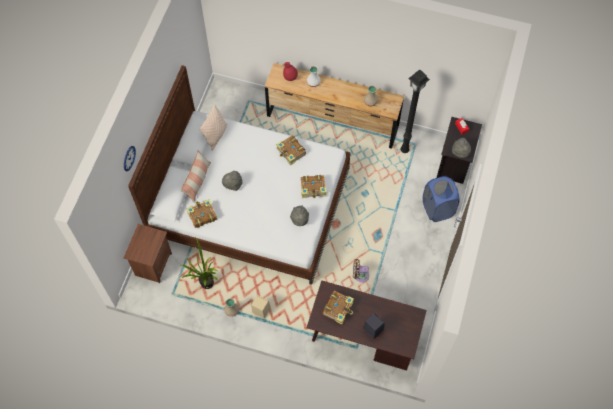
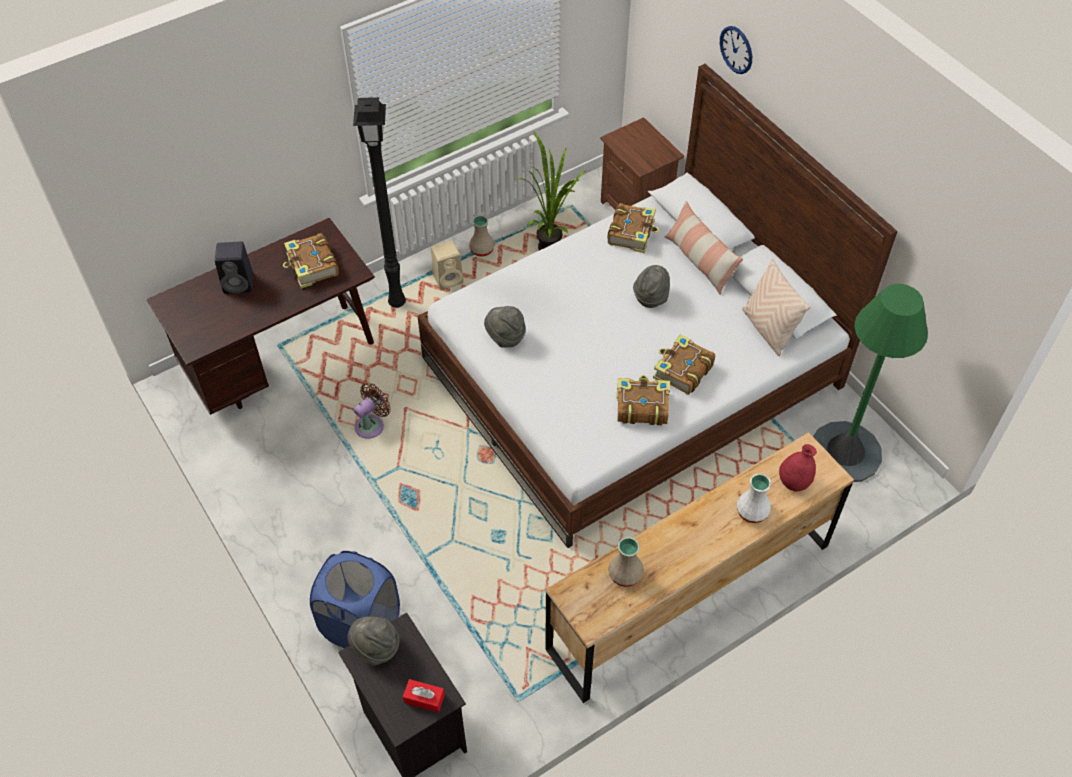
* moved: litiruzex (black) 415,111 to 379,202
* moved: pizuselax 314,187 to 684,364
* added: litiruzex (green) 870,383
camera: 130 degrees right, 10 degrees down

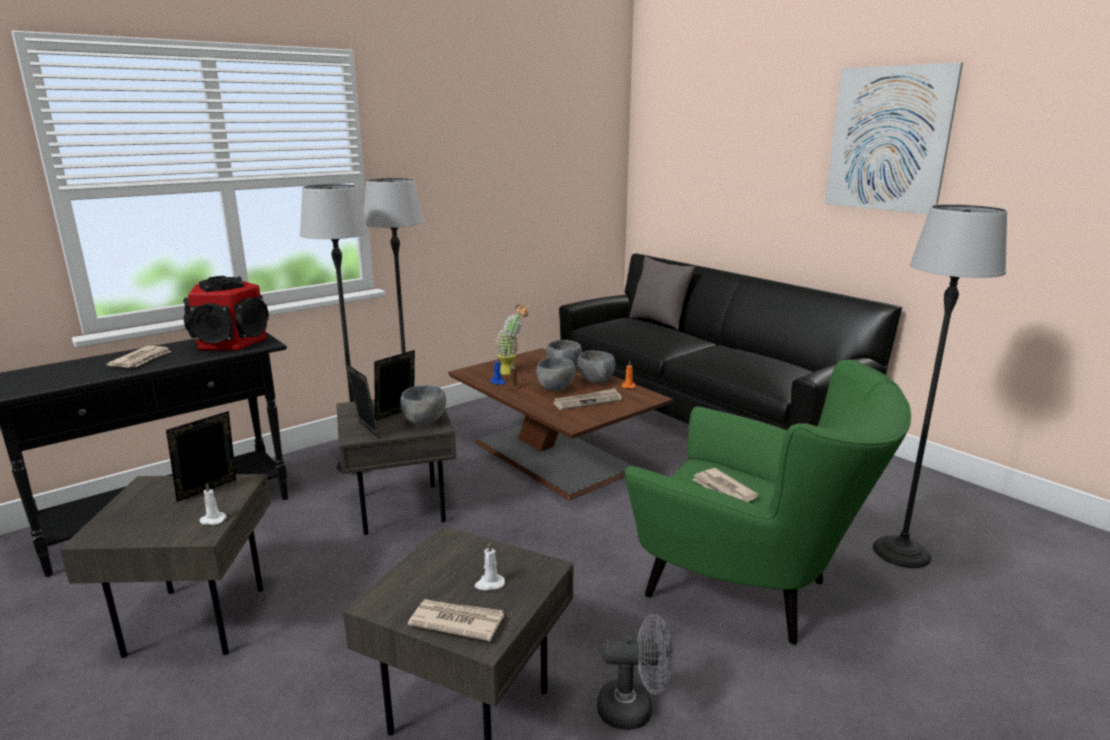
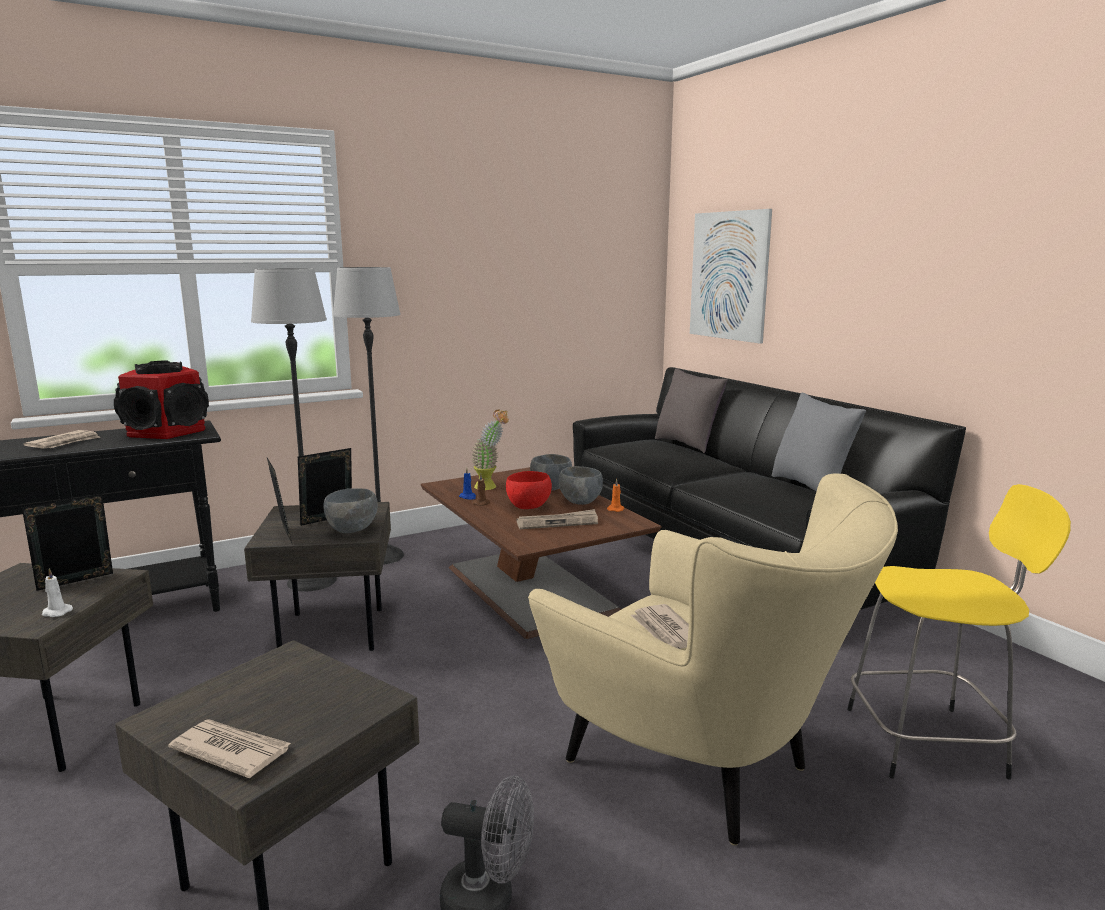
* recoloured: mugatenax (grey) 555,374 to mugatenax (red) 529,490
* recoloured: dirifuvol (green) 767,502 to dirifuvol (beige) 713,659
* moved: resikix 894,138 to 731,276
* added: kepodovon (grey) 819,441
* replaced: litiruzex 940,386 to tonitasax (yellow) 959,632
* removed: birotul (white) 490,566
camera: 10 degrees right, 5 degrees down

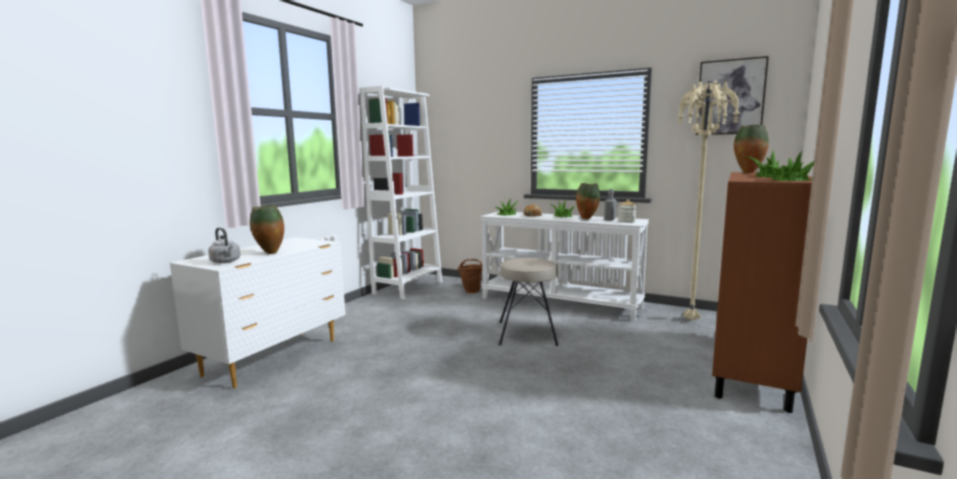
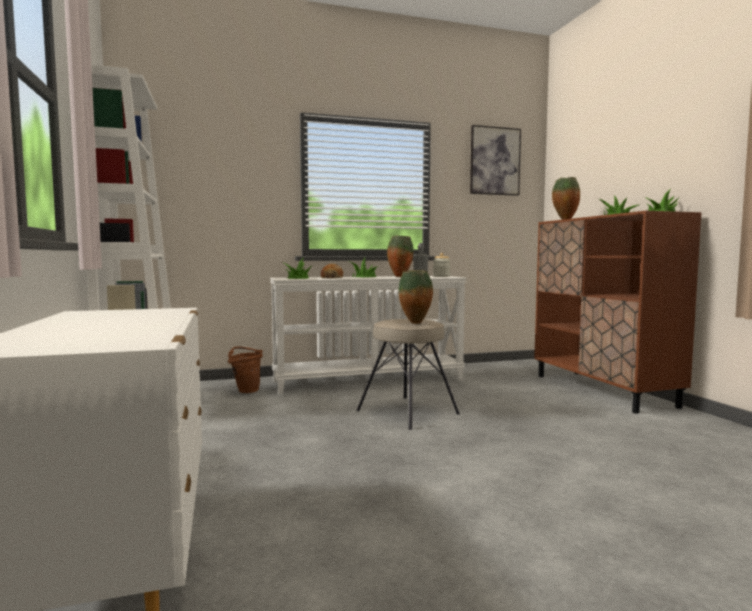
* moved: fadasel 267,229 to 416,297
* removed: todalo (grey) 224,245
* removed: litiruzex (beige) 708,200
camera: 45 degrees left, 5 degrees down

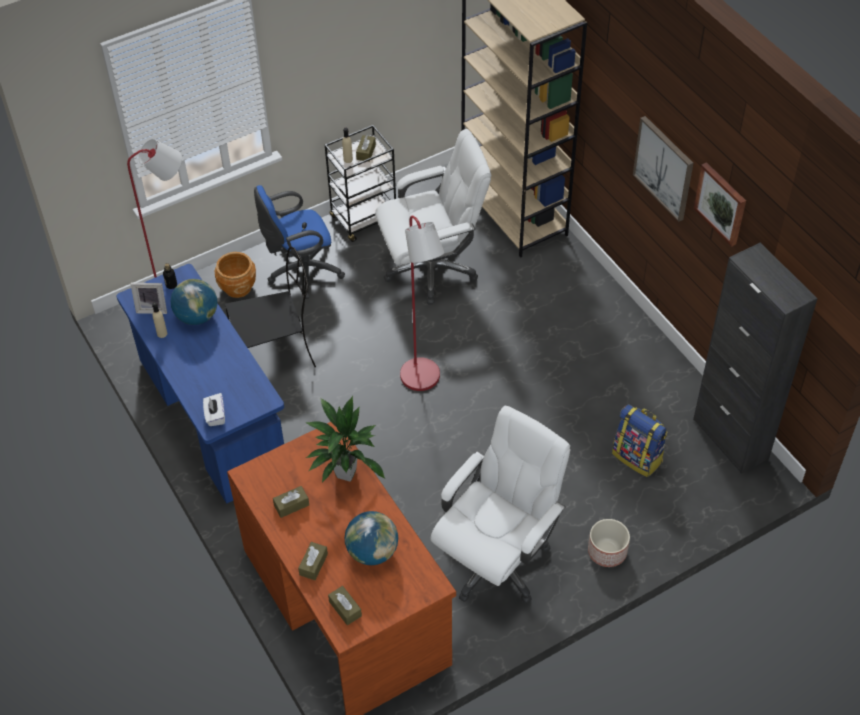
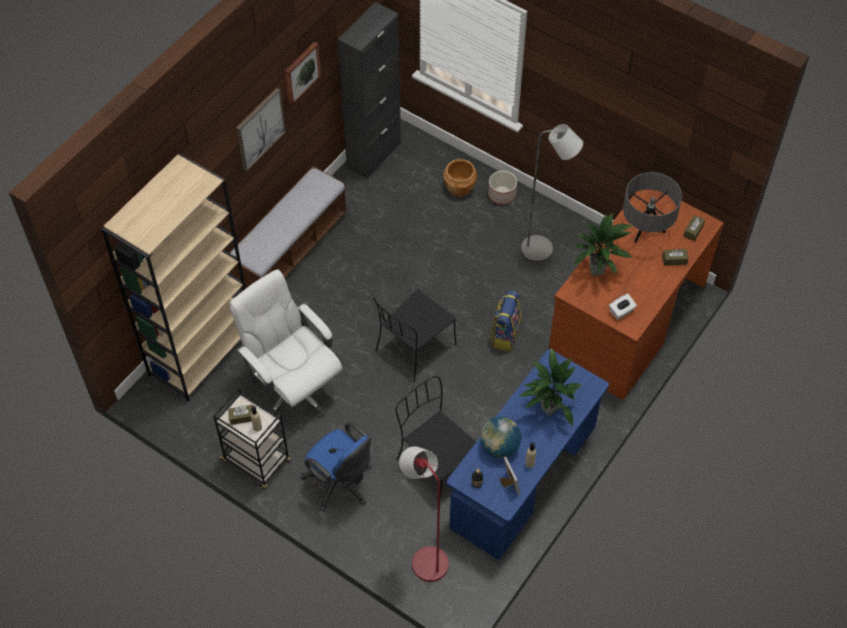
* added: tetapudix 288,228
* replaced: litiruzex (red) 422,303 to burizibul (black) 414,335
* moved: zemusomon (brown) 235,275 to 460,178
* moved: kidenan 639,440 to 505,321
* added: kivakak 550,386
* replaced: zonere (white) 500,504 to litiruzex (grey) 552,193
* moved: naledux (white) 214,409 to 623,306
* replaced: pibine 371,538 to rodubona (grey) 652,207
* removed: naledux (brown) 291,502
camera: 115 degrees left, 5 degrees up

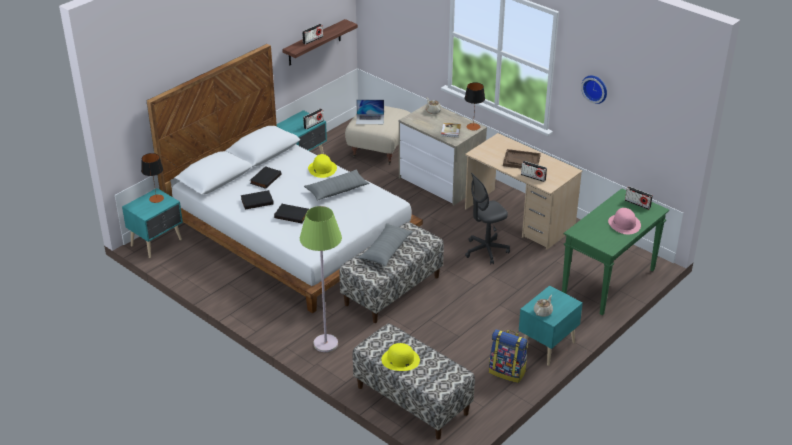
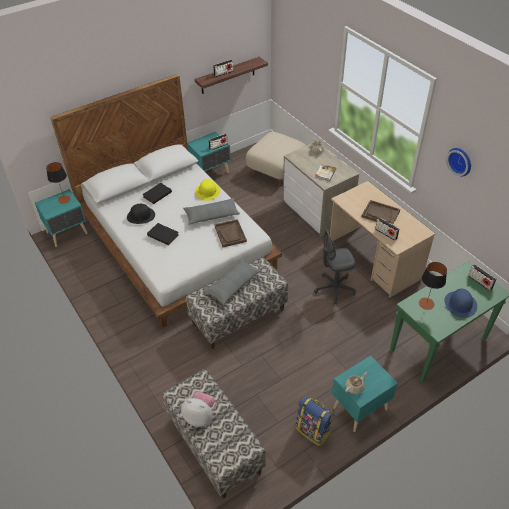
* replaced: pizuselax (black) 257,199 to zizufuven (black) 141,214
* replaced: zizufuven (yellow) 400,357 to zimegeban 198,409
* added: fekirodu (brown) 230,233
* moved: rodubona 475,106 to 433,286
* recoloured: zizufuven (pink) 624,221 to zizufuven (blue) 460,303
* removed: litiruzex (green) 321,279
* removed: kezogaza 370,112
camera: 15 degrees right, 10 degrees up

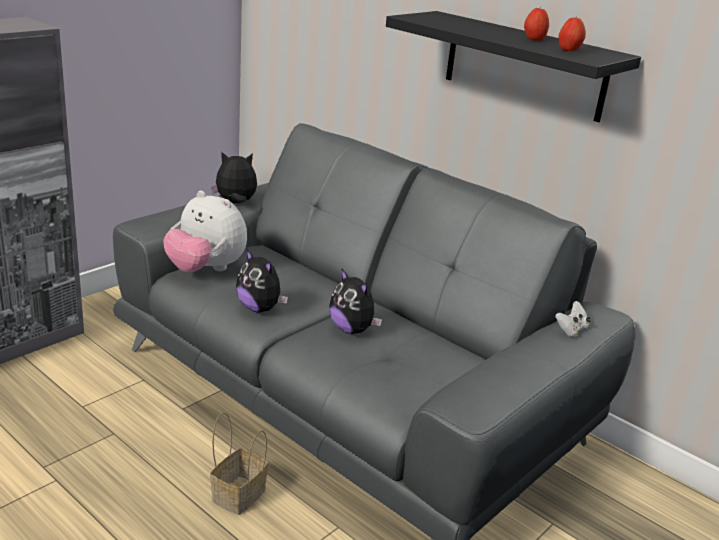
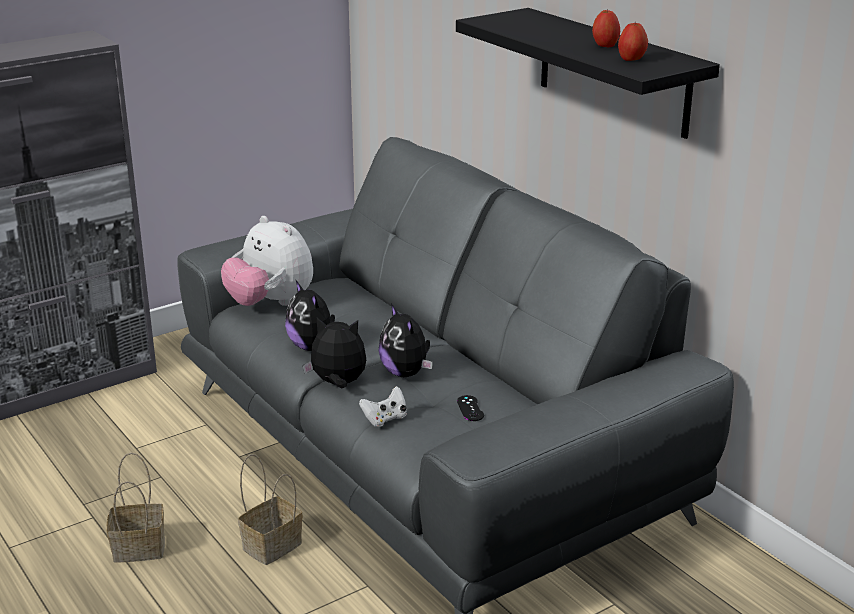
* added: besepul 136,507
* moved: zimegeban 234,177 to 334,352
* moved: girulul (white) 573,319 to 383,406
* added: girulul (black) 470,408
camera: 15 degrees right, 0 degrees up

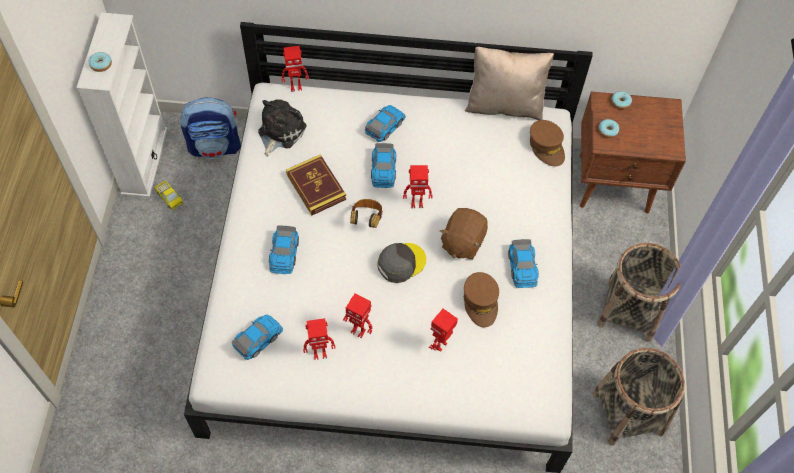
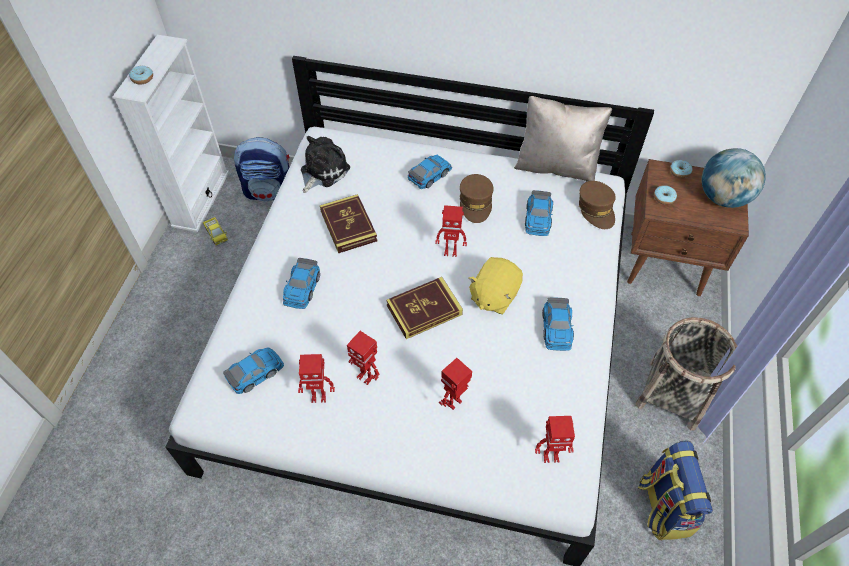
* replaced: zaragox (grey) 401,263 to pizuselax 424,308
* moved: zaragox (brown) 481,299 to 477,198
* recoloured: zimegeban (brown) 464,233 to zimegeban (yellow) 495,285
* moved: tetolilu 383,165 to 539,213
* moved: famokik 295,69 to 555,439
* replaced: besepul 638,397 to kidenan 675,490
* added: pibine 733,178
* removed: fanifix 366,213
camera: 10 degrees right, 5 degrees down

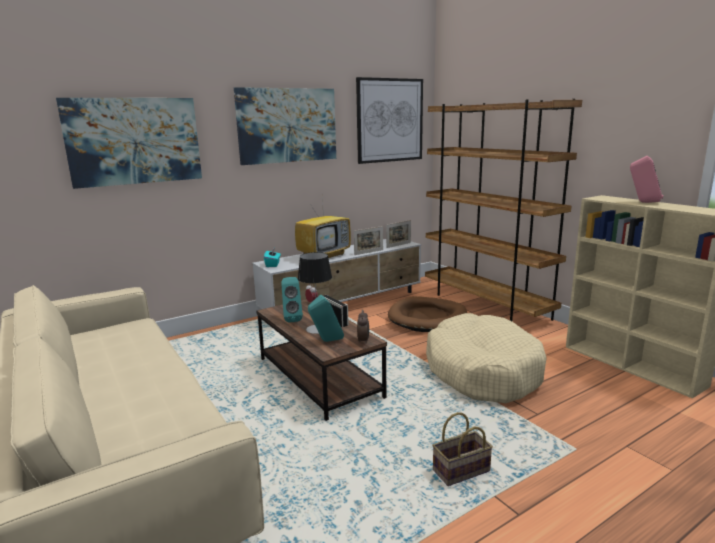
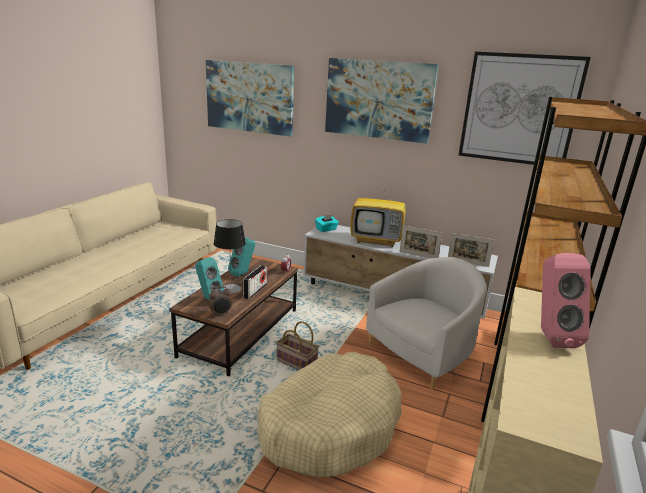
* moved: besepul 462,449 to 297,345
* replaced: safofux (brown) 427,314 to dirifuvol (white) 426,323
camera: 55 degrees right, 5 degrees up

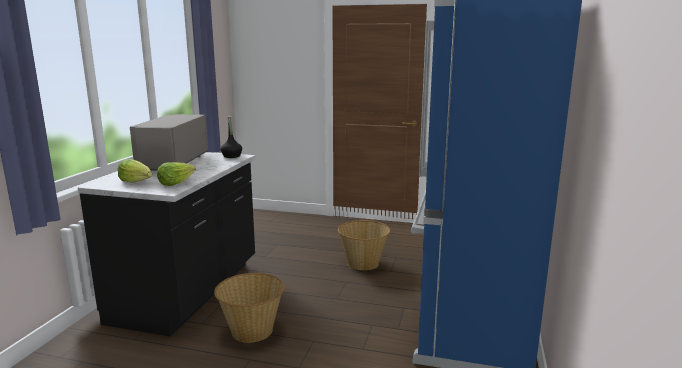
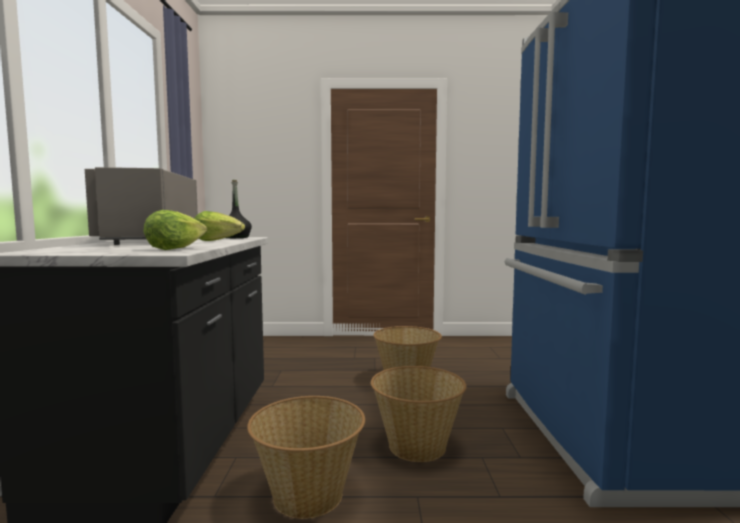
* moved: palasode 135,171 to 219,226
* added: besepul 418,414
camera: 15 degrees left, 10 degrees down

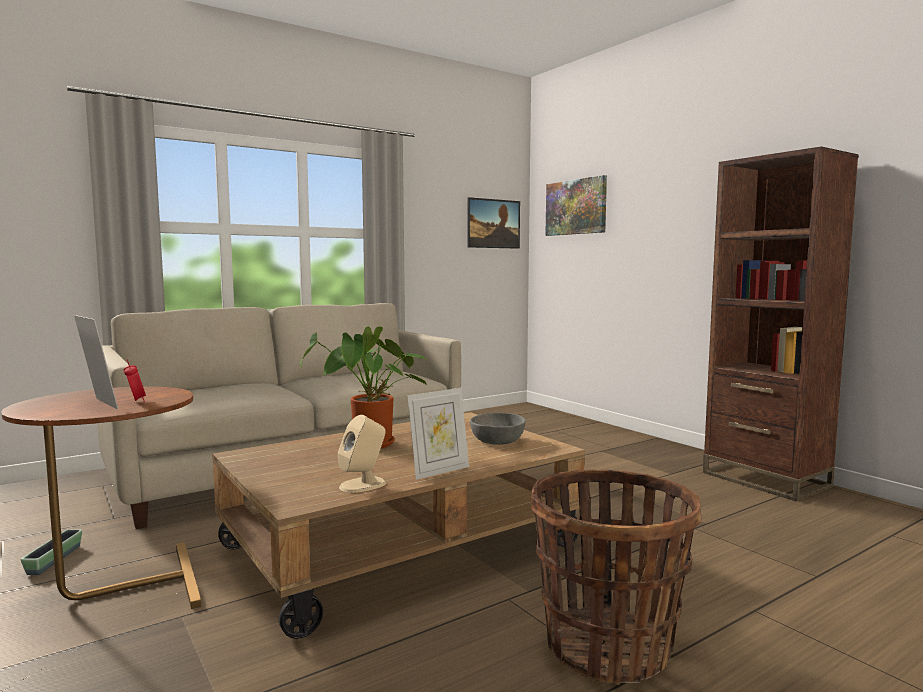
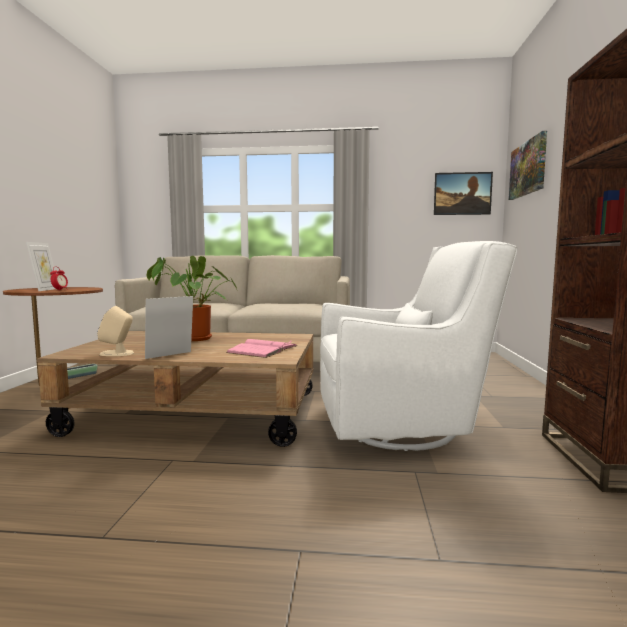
* turned: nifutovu 438,434 = 169,327 135 degrees clockwise
* replaced: mugatenax (grey) 498,429 to pizuselax (pink) 262,348
* added: dirifuvol (white) 418,346
* removed: besepul 616,577
camera: 40 degrees right, 0 degrees up

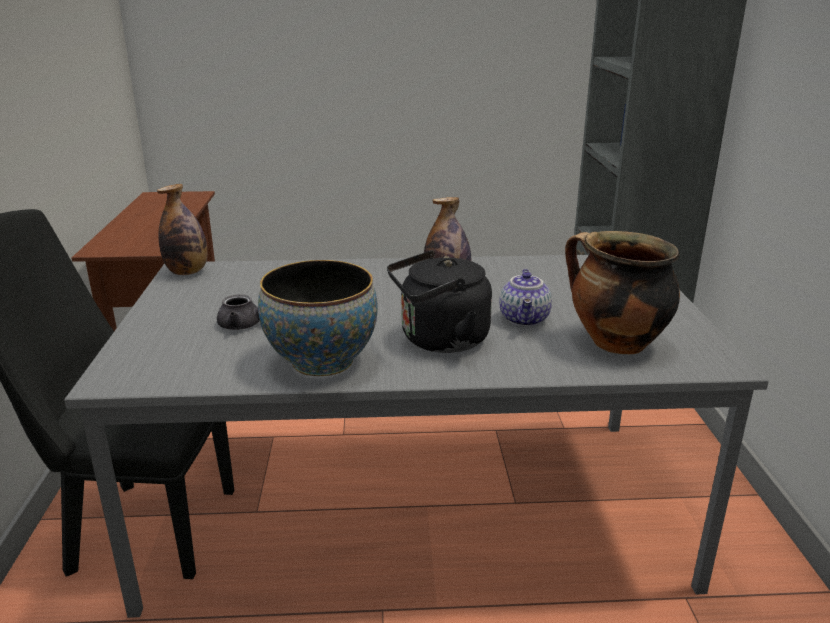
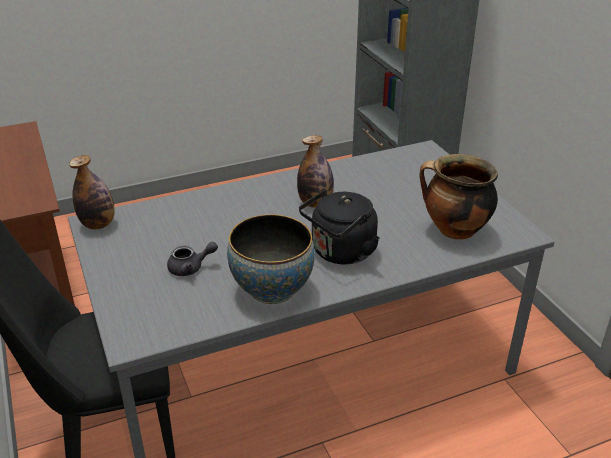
* removed: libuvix 525,298
camera: 20 degrees left, 10 degrees up

